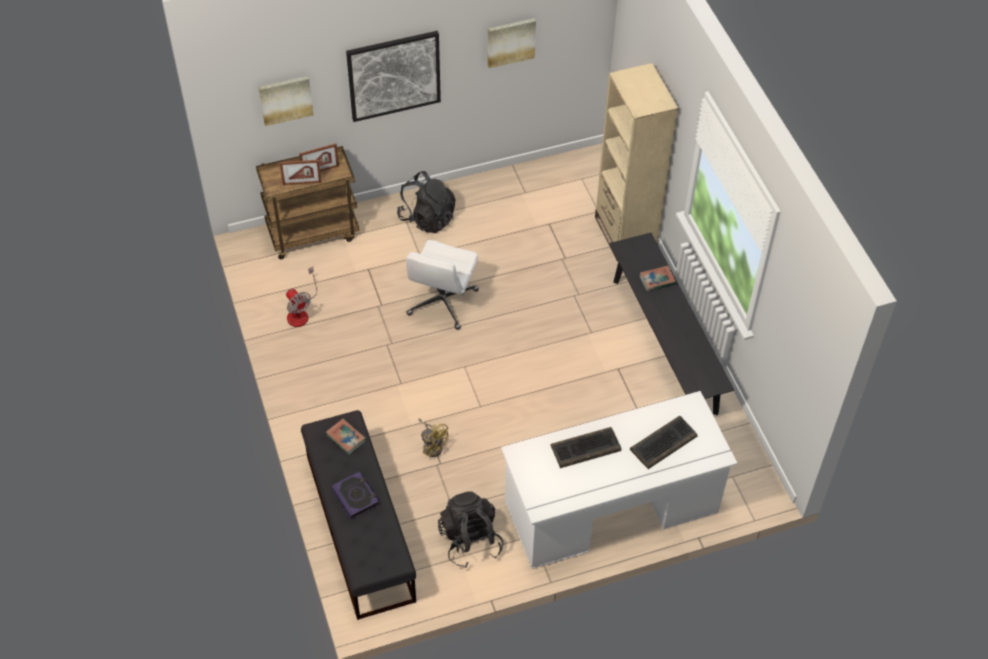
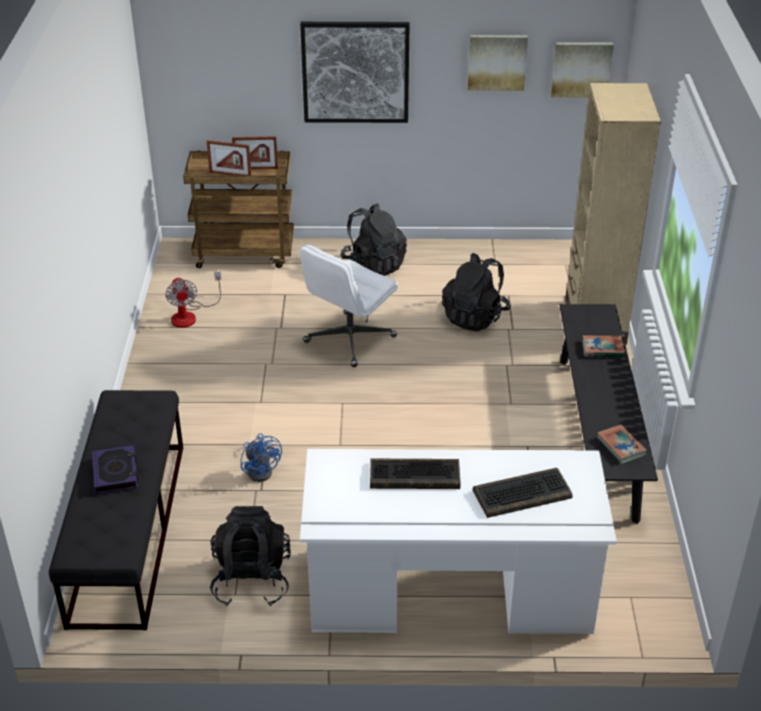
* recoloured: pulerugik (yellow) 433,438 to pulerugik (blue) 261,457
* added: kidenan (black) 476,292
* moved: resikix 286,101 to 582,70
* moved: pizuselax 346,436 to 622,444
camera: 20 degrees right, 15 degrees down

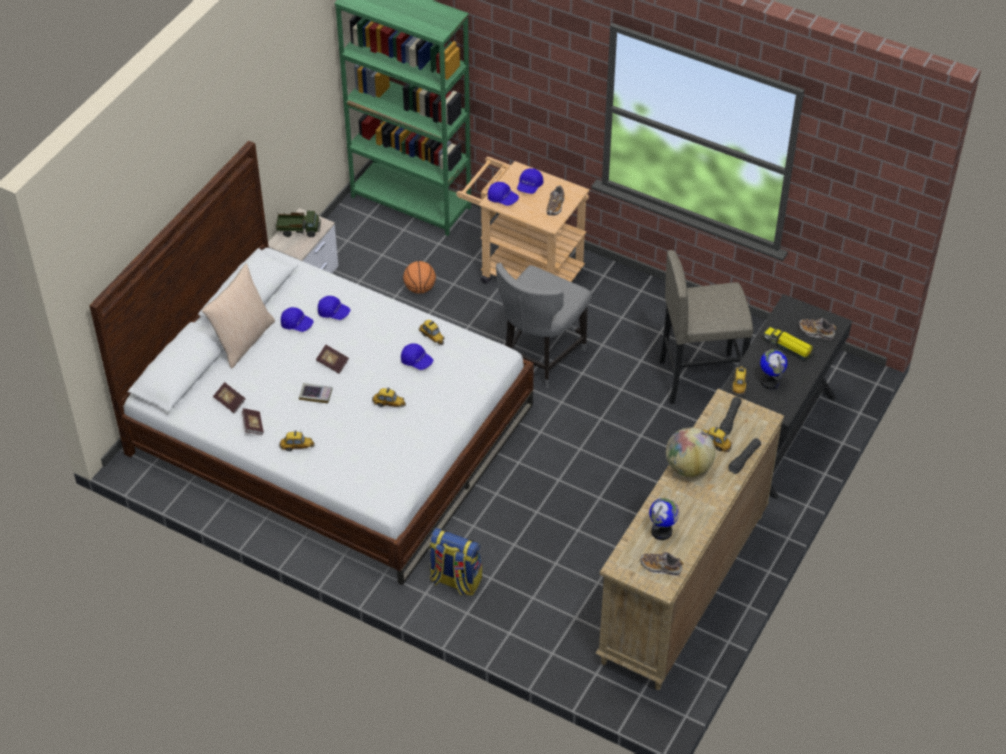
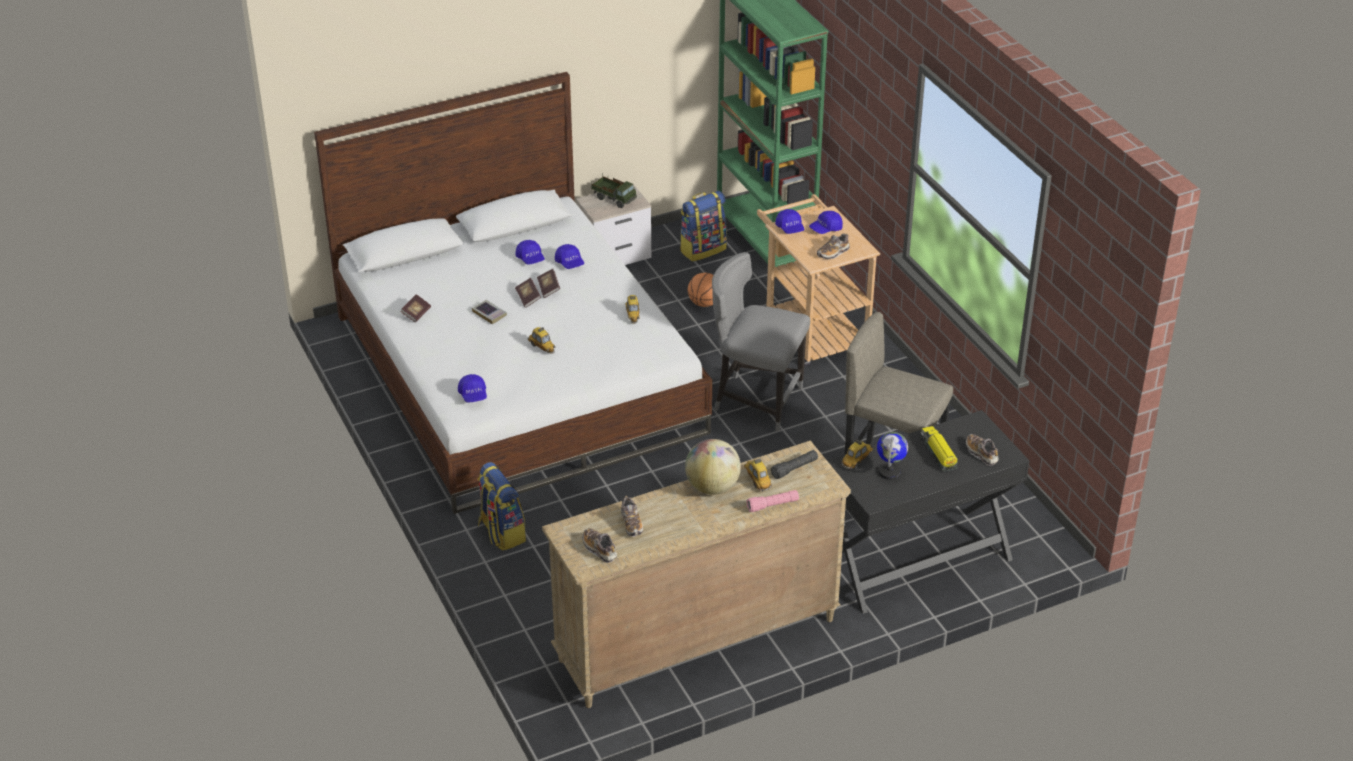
* moved: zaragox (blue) 417,356 to 472,388
* moved: pizuselax 229,397 to 548,283
* replaced: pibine 664,519 to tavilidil 632,516
* added: kidenan 703,226
* turned: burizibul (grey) 544,325 = 761,342 45 degrees clockwise
* recoloured: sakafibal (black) 744,456 to sakafibal (pink) 772,501
* removed: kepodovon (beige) 238,316
* removed: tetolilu 297,440
camera: 35 degrees right, 10 degrees down

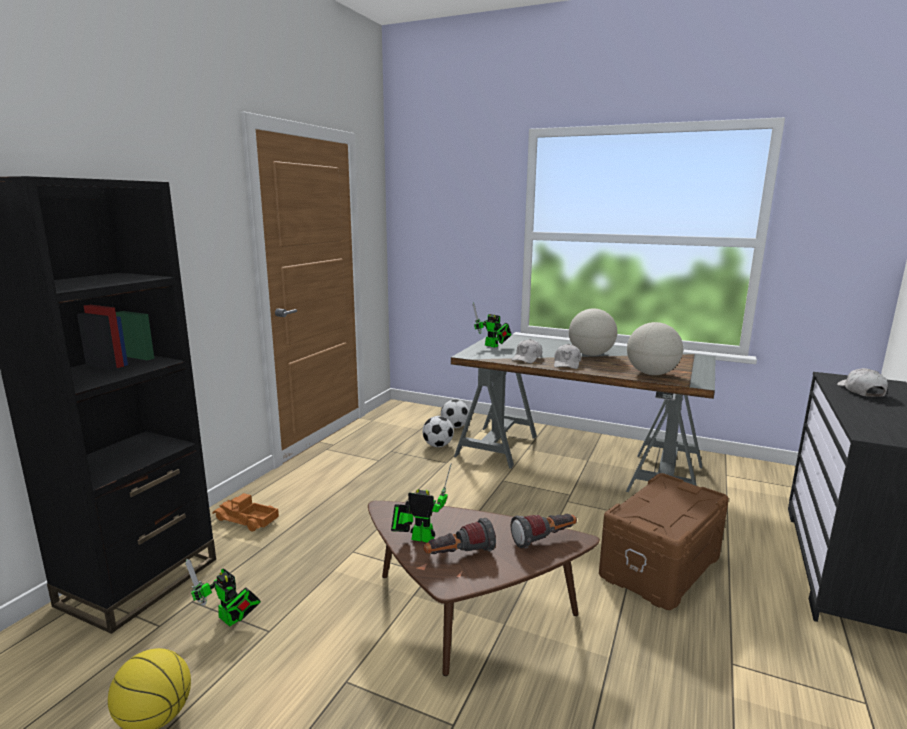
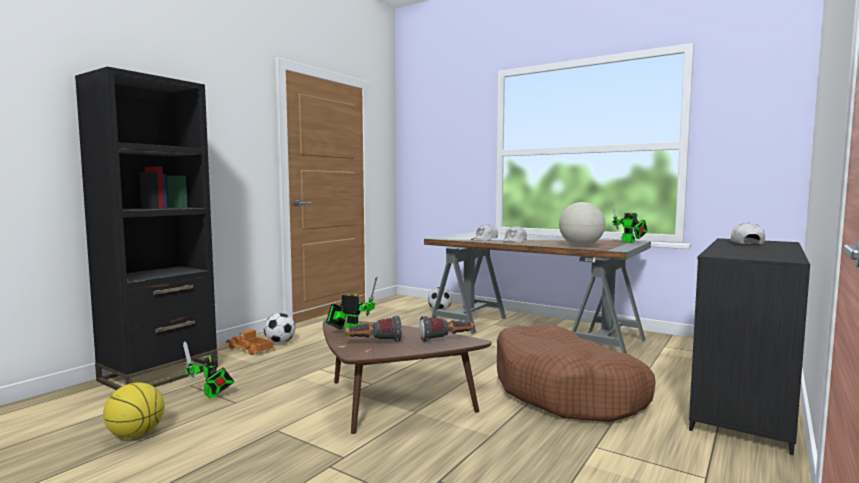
* moved: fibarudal 438,431 to 280,328
* replaced: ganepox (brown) 664,541 to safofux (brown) 576,372
* moved: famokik 492,325 to 629,221
* removed: pibine 593,332
camera: 10 degrees right, 10 degrees down

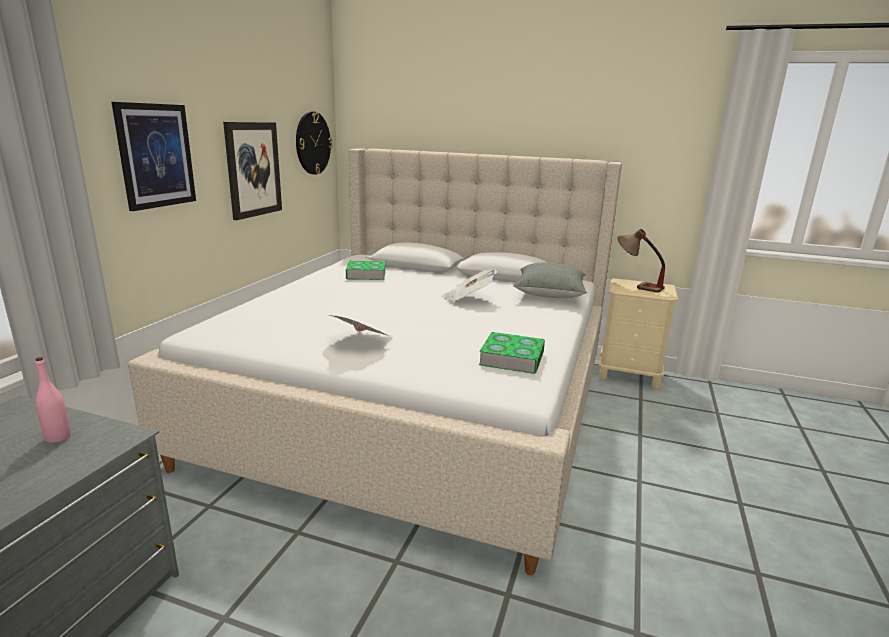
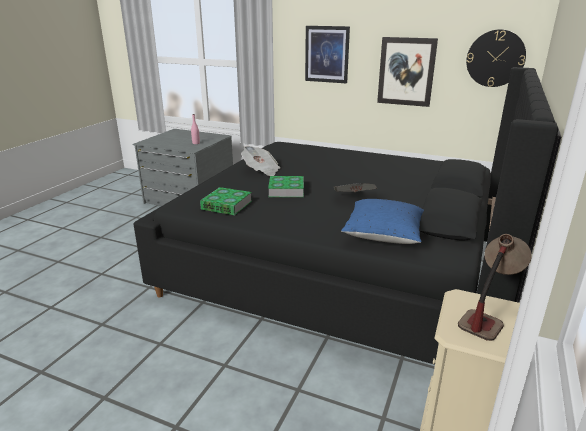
* recoloured: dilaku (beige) 375,361 to dilaku (black) 348,216
* moved: pizuselax 366,270 to 286,186
* recoloured: kepodovon (grey) 550,280 to kepodovon (blue) 382,221
camera: 95 degrees right, 5 degrees up

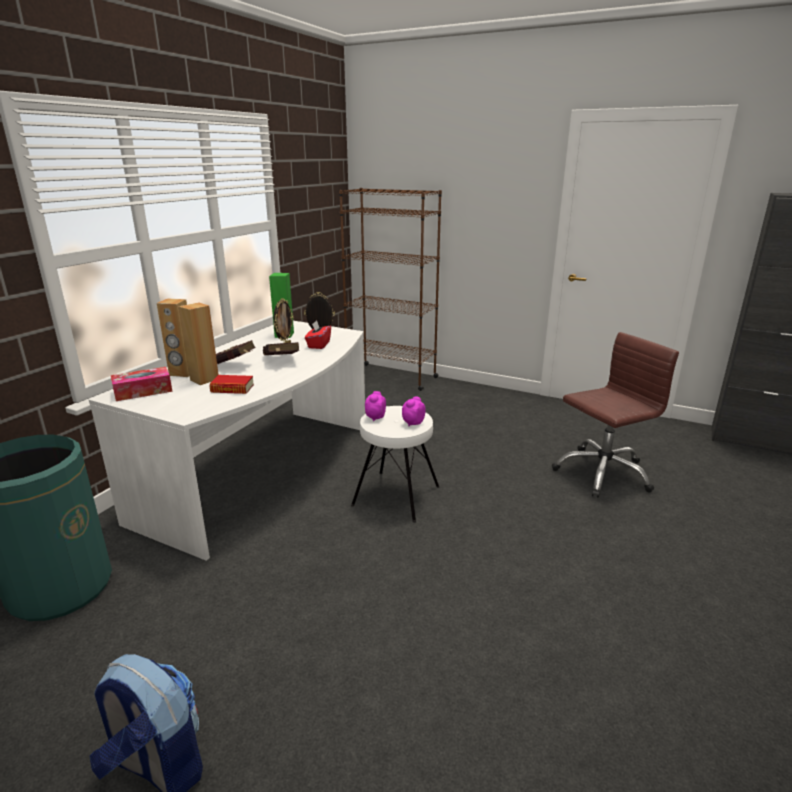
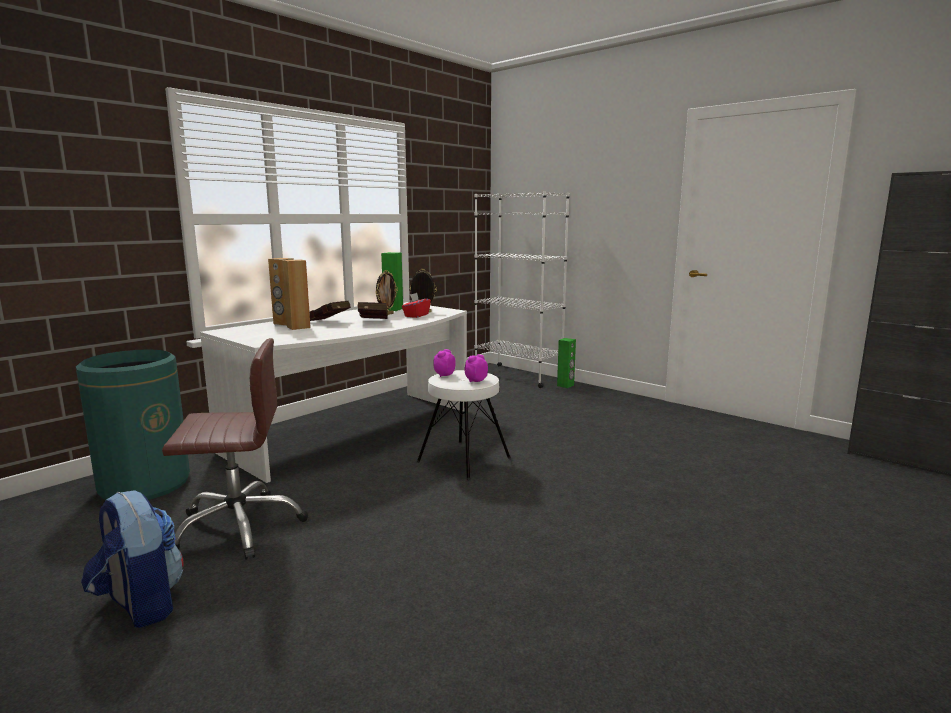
* moved: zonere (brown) 615,415 to 235,449
* recoloured: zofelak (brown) 390,289 to zofelak (white) 522,289
* added: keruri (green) 566,363
* removed: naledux 142,384
* removed: pizuselax 232,384
camera: 15 degrees right, 10 degrees down

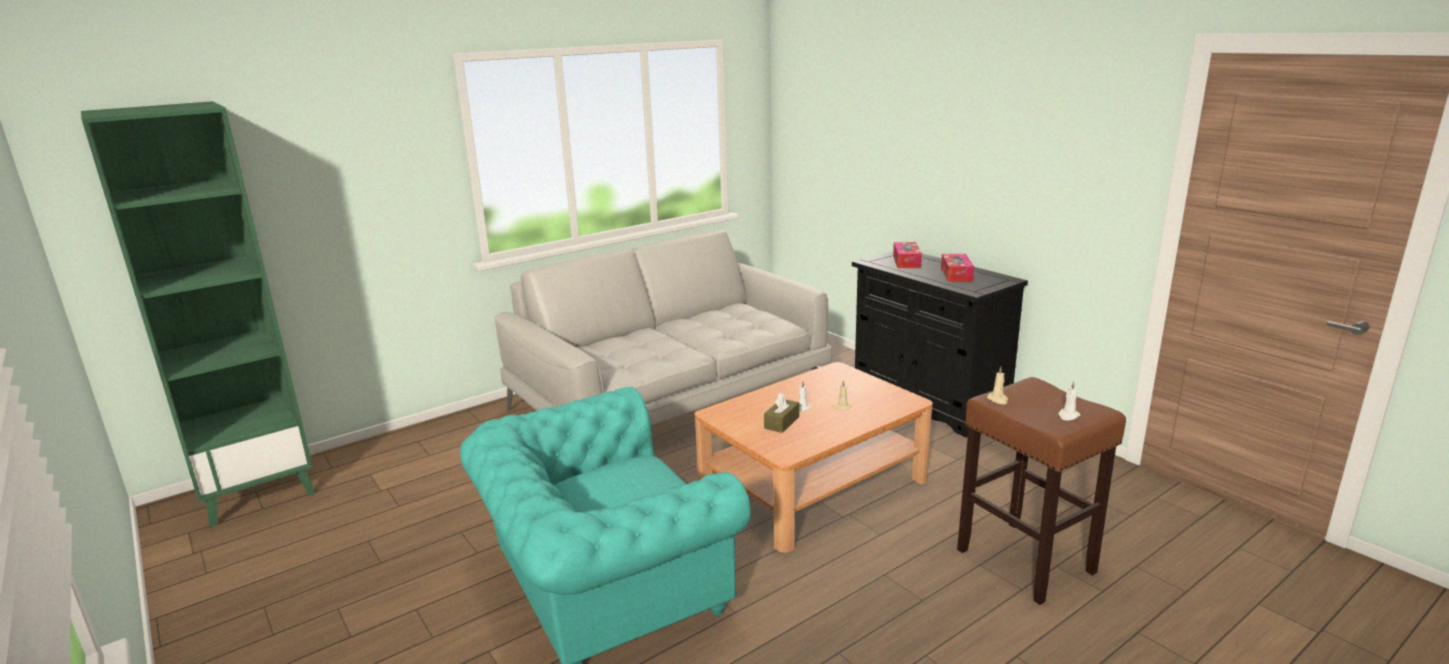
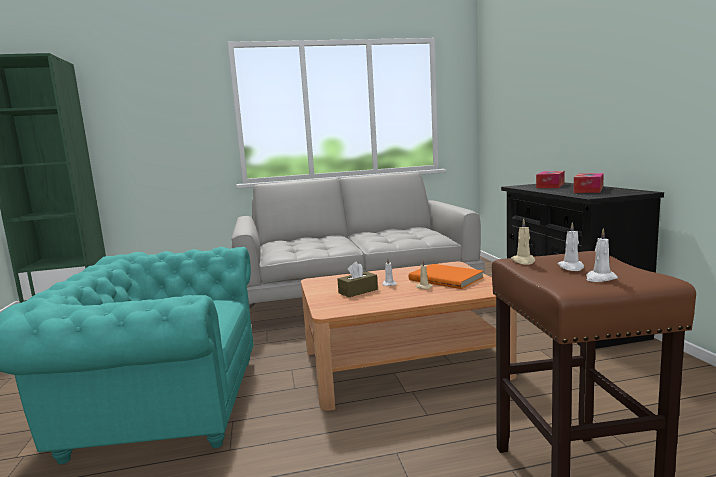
* added: pizuselax (orange) 446,276
* added: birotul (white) 571,246
camera: 25 degrees right, 10 degrees down

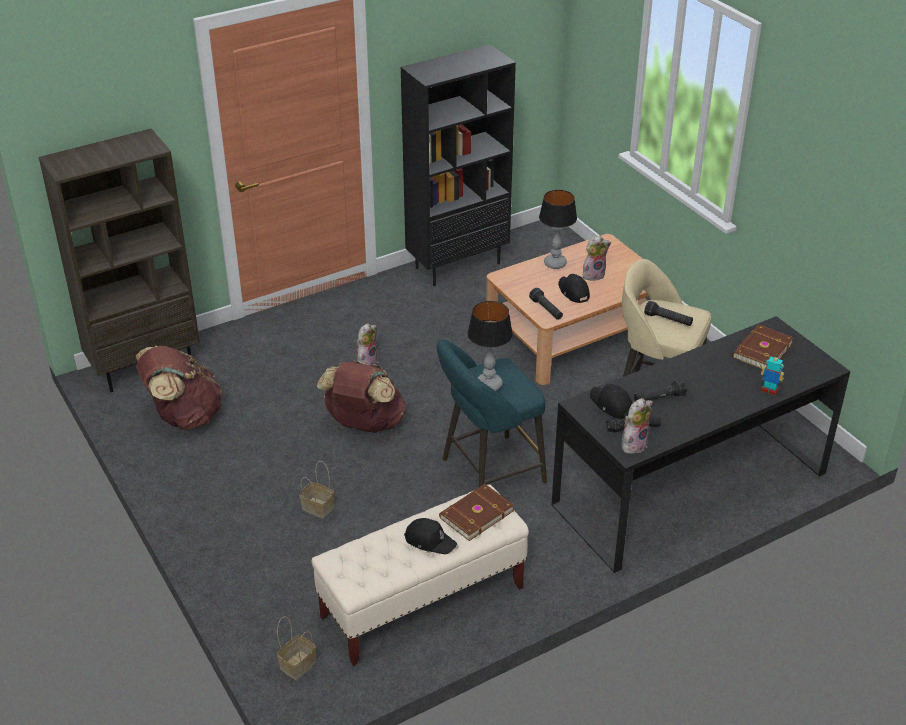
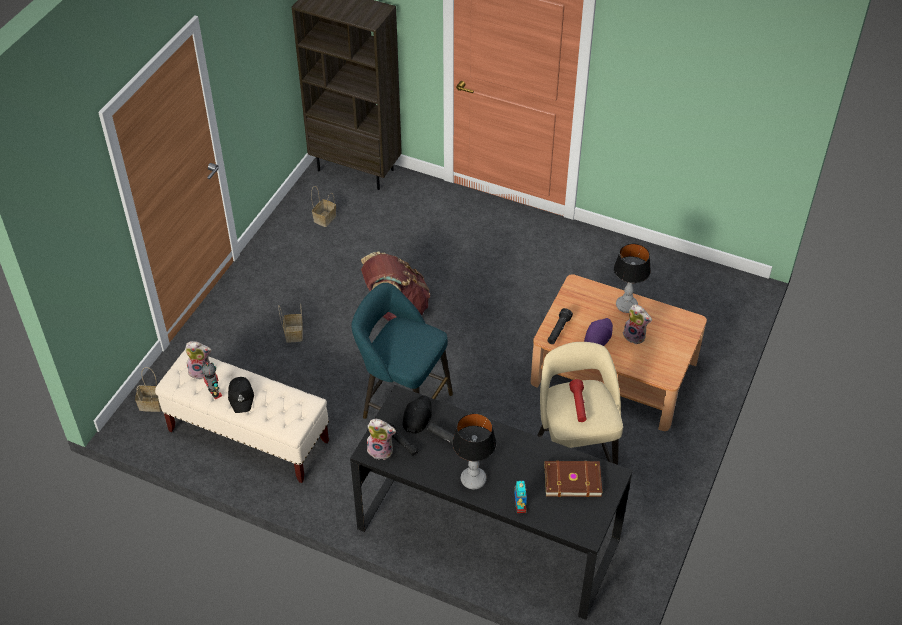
* moved: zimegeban 367,344 to 198,360
* added: famokik 211,380
* replaced: kidenan (brown) 179,388 to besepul 323,206
* moved: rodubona 490,346 to 474,451
* recoloured: sakafibal (black) 668,313 to sakafibal (red) 577,400
* recoloured: zaragox (black) 574,288 to zaragox (purple) 598,332
* removed: zofelak (black) 458,165
* removed: pizuselax (brown) 476,512
camera: 55 degrees right, 10 degrees up

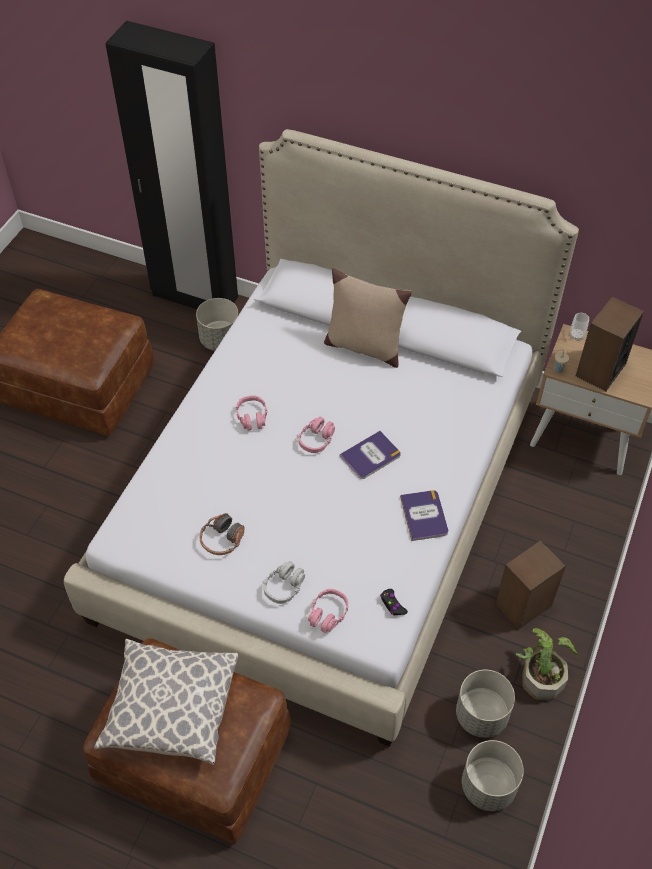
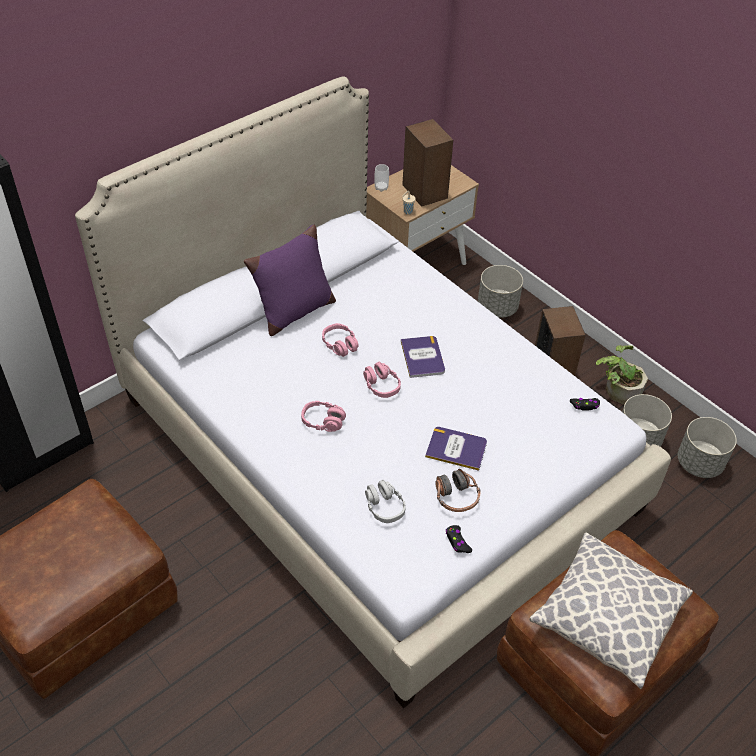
* recoloured: kepodovon (beige) 367,318 to kepodovon (purple) 290,280
* moved: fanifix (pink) 328,611 to 340,340
* moved: fanifix (grey) 284,582 to 385,501
* moved: pizuselax 424,515 to 456,449
* added: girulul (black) 459,539
* moved: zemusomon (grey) 217,324 to 500,291
camera: 65 degrees left, 5 degrees down

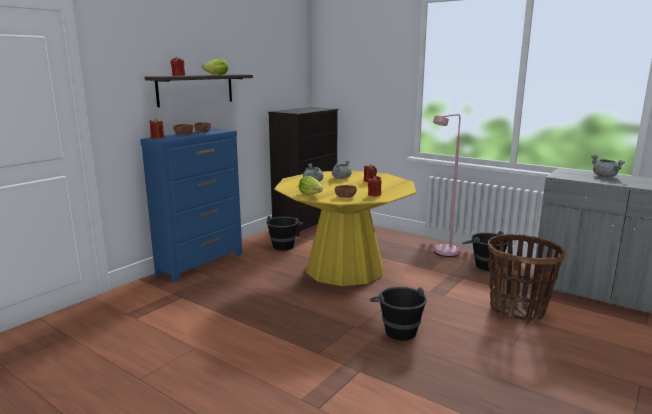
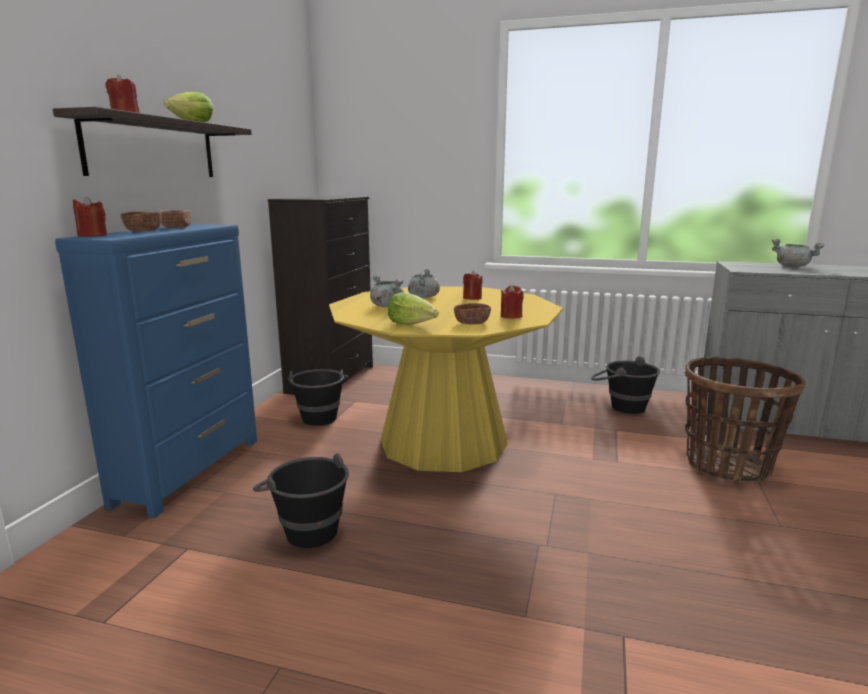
* moved: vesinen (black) 398,314 to 301,500
* removed: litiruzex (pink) 446,185
camera: 20 degrees left, 0 degrees up

